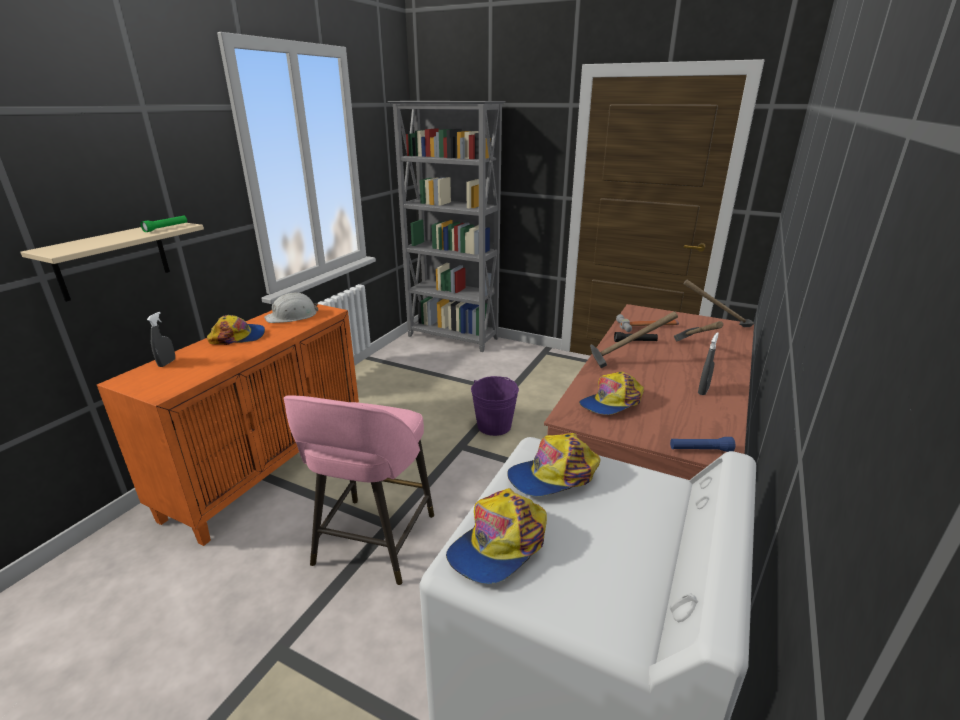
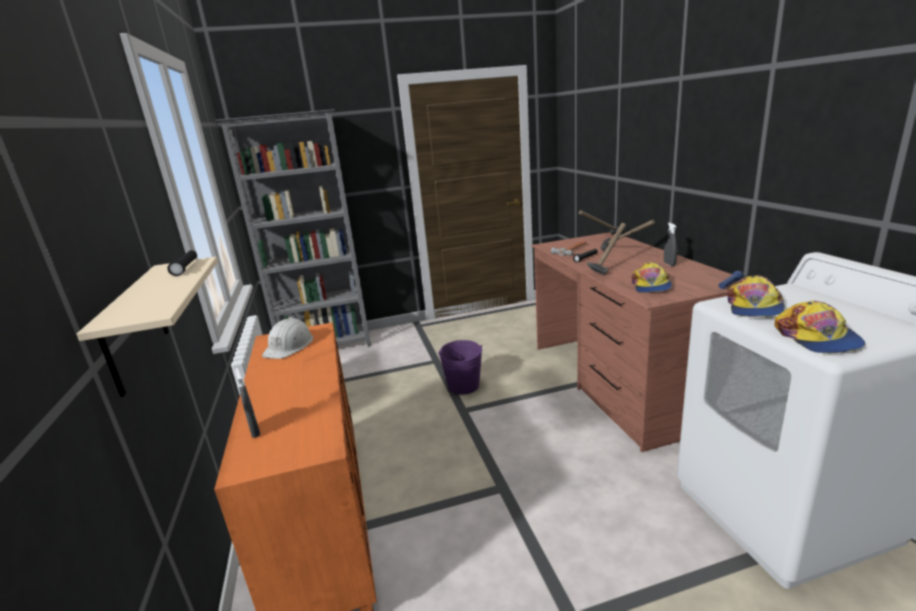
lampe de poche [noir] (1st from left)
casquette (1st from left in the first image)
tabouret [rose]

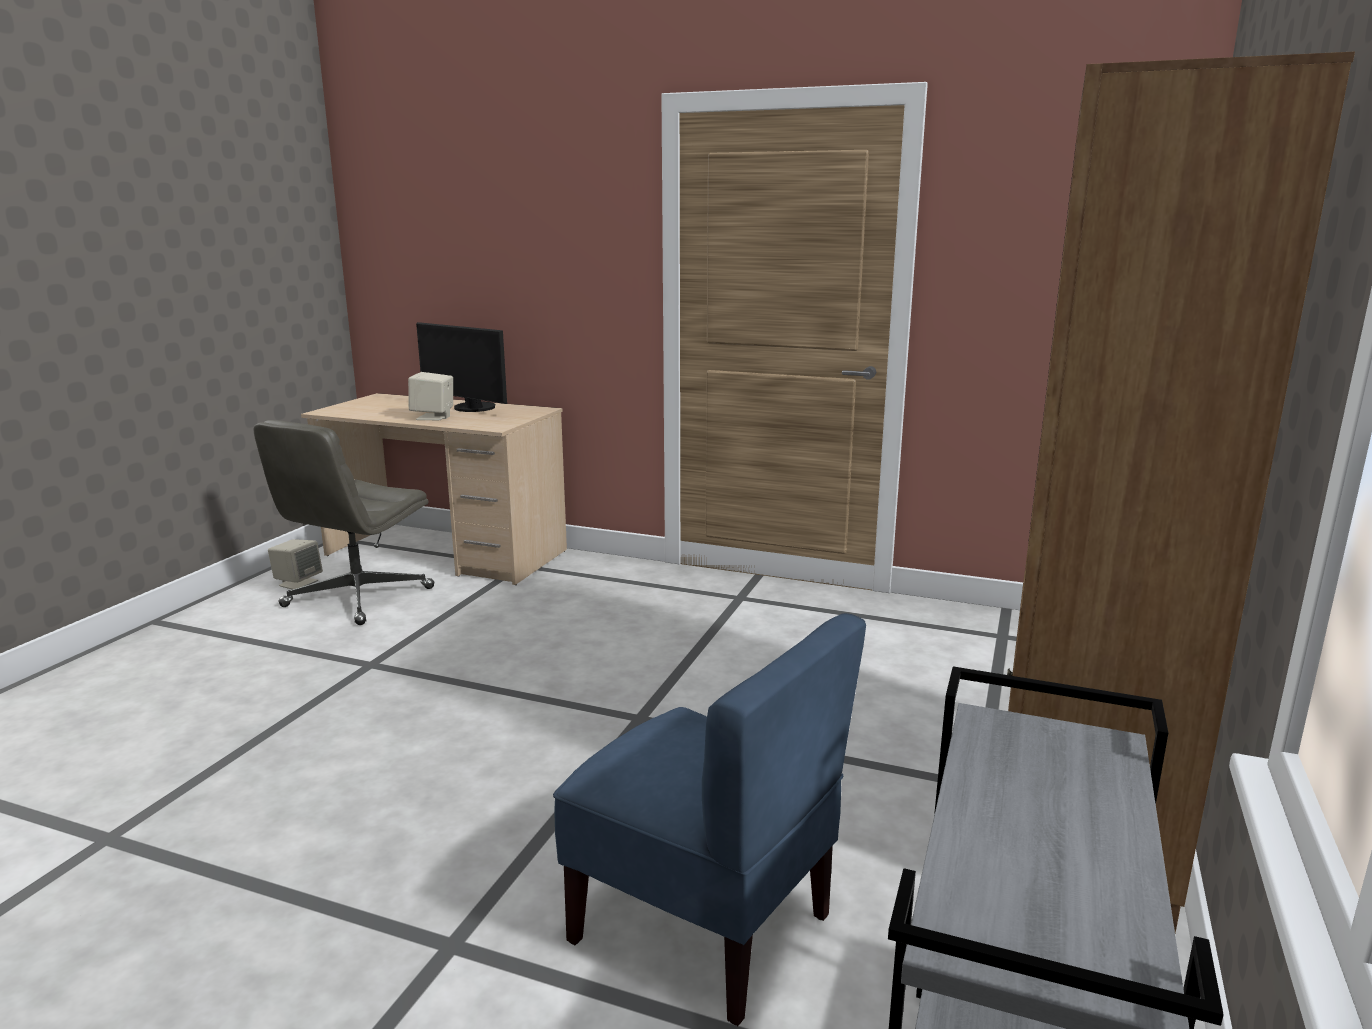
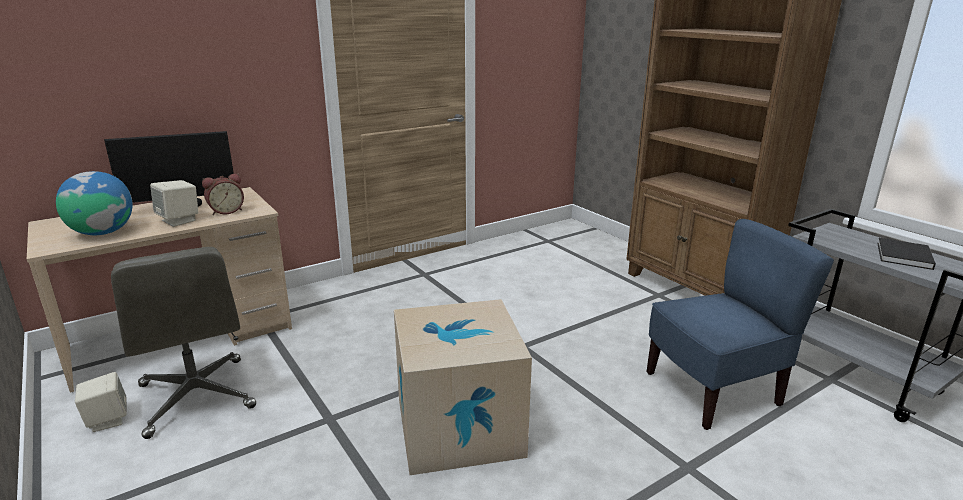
globe
réveil
carton
livre [noir]

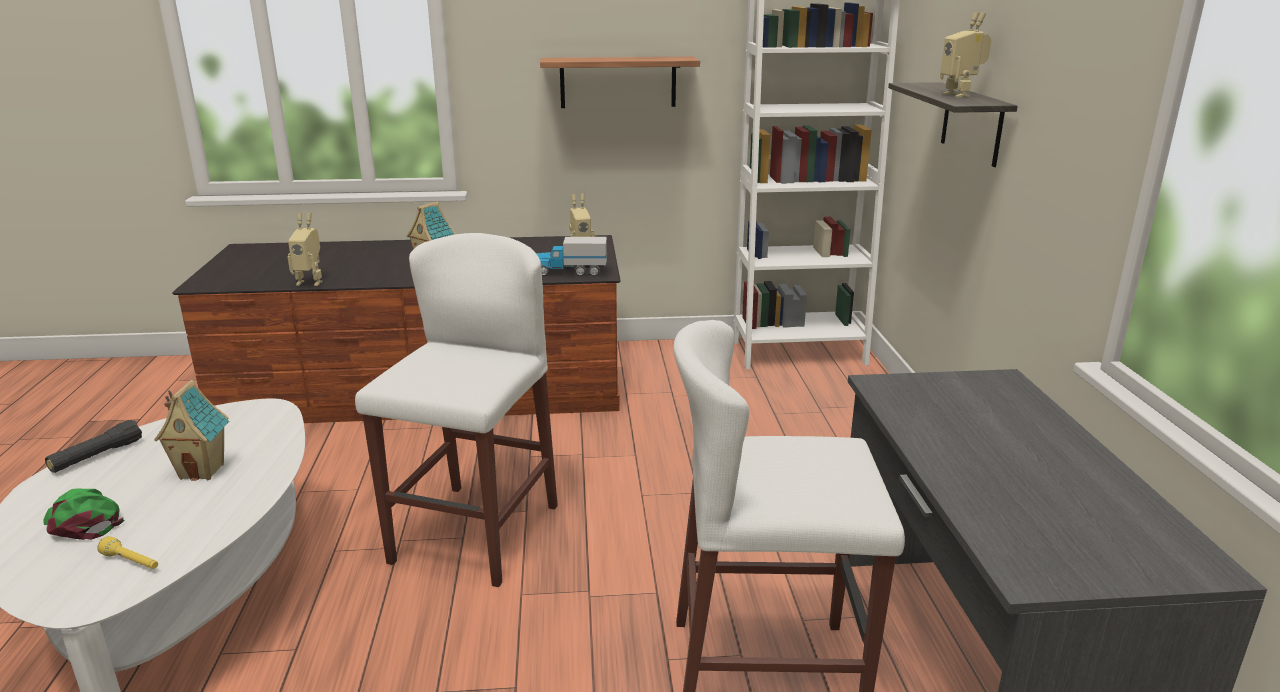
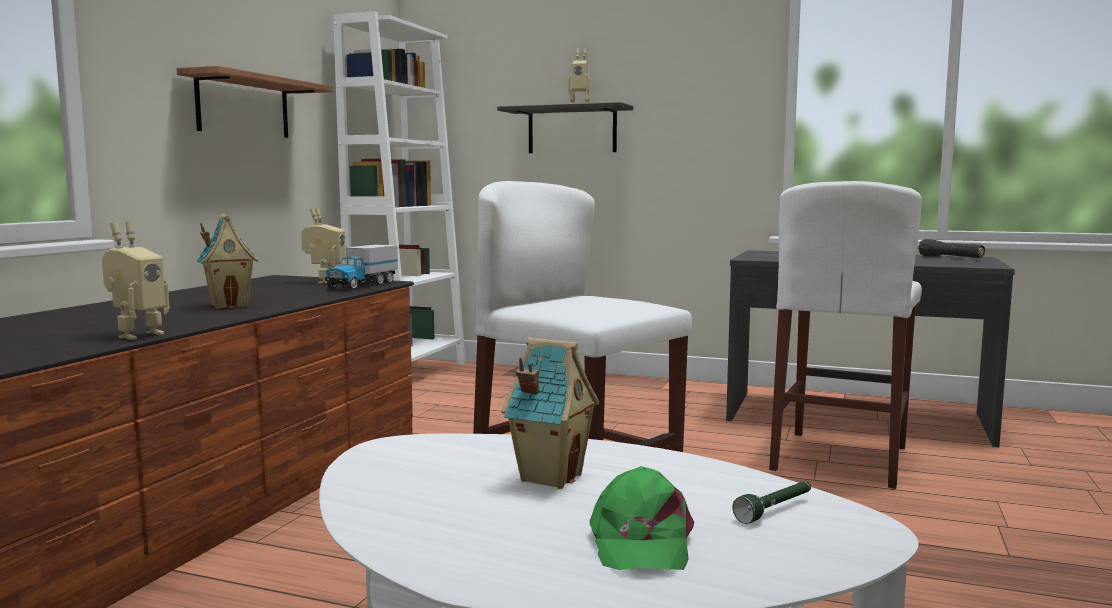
casquette [vert]
lampe de poche [vert]
lampe de poche [noir]

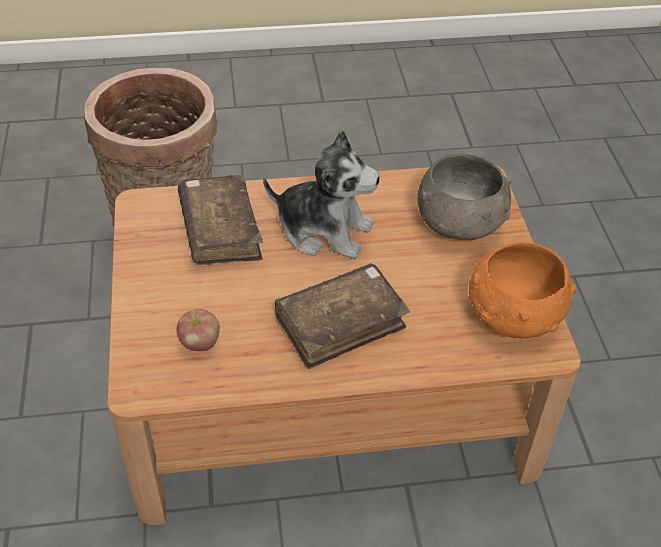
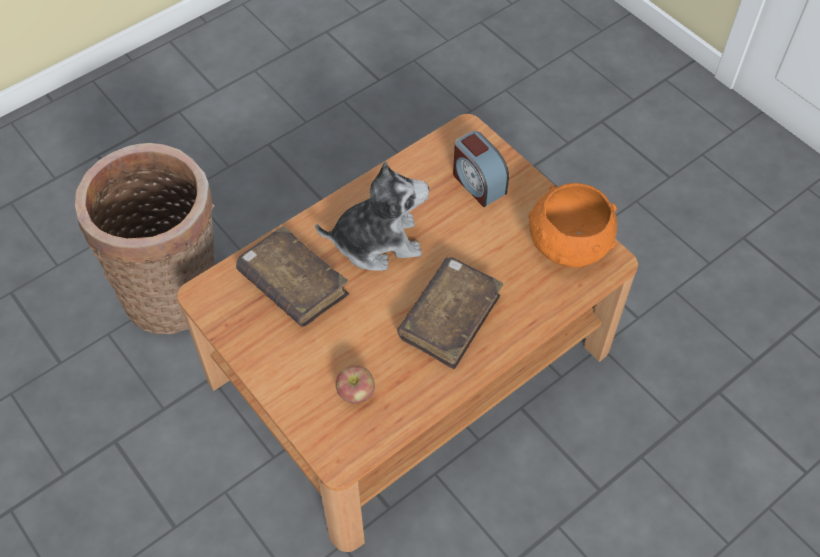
réveil

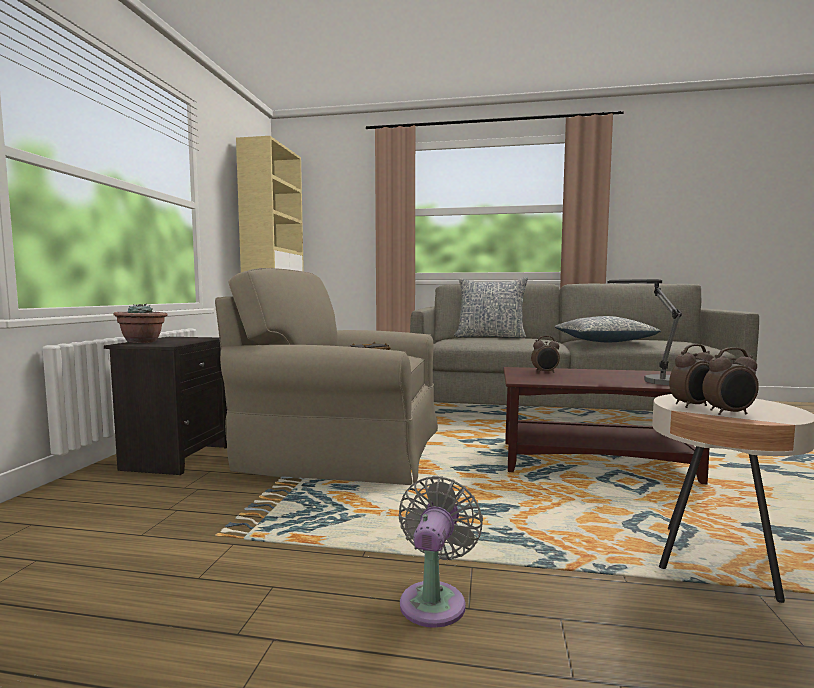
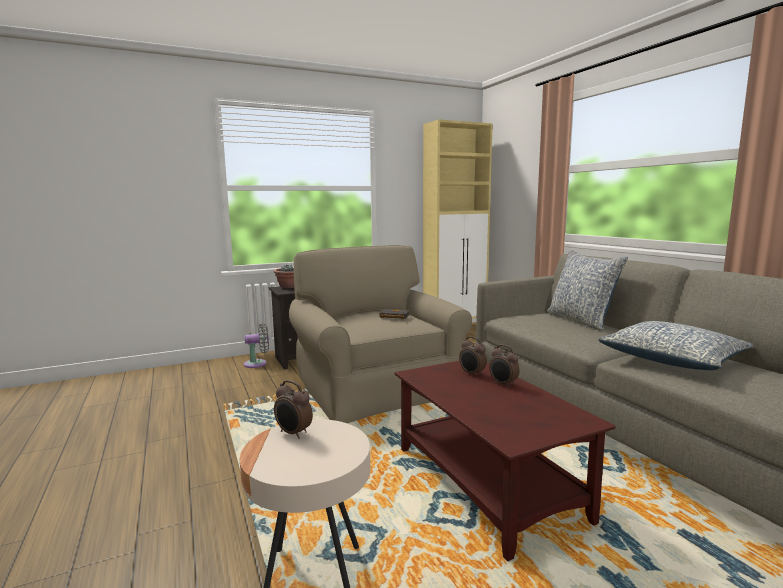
ventilateur [gris]
réveil (3rd from left)
lampe de table

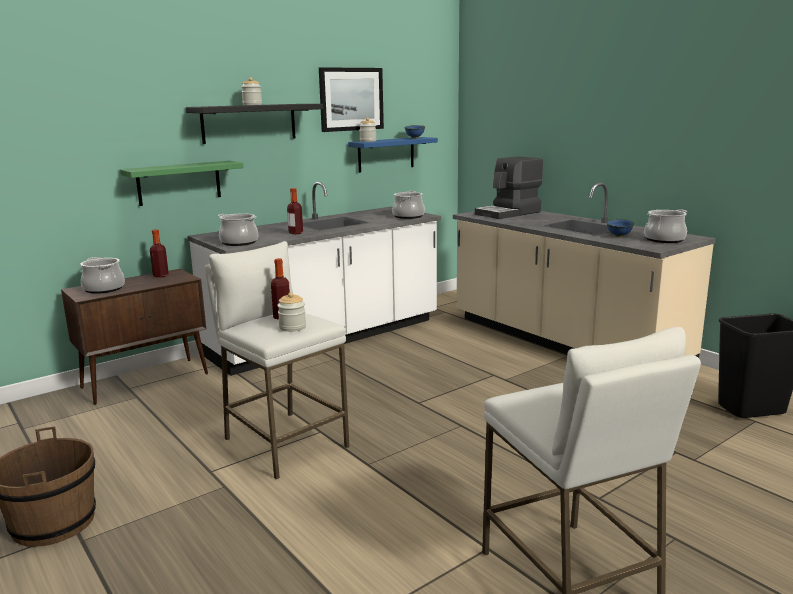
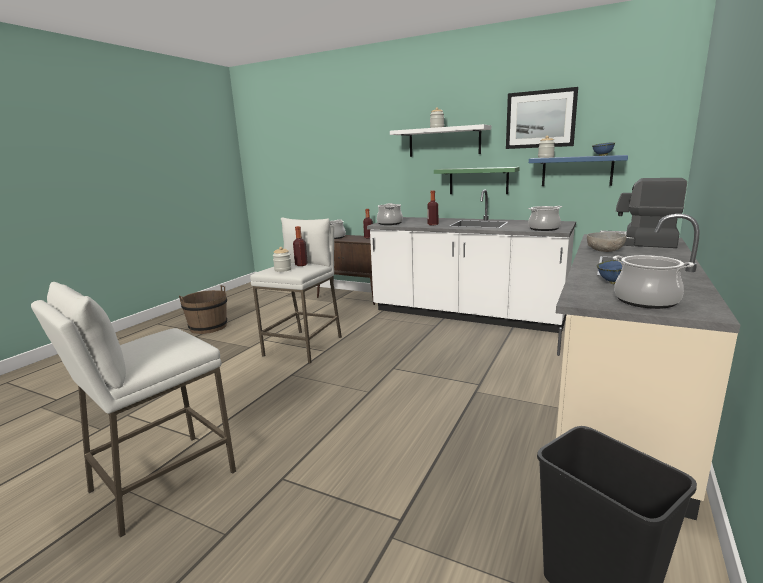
étagère [blanc]
étagère [vert]
bol [gris]

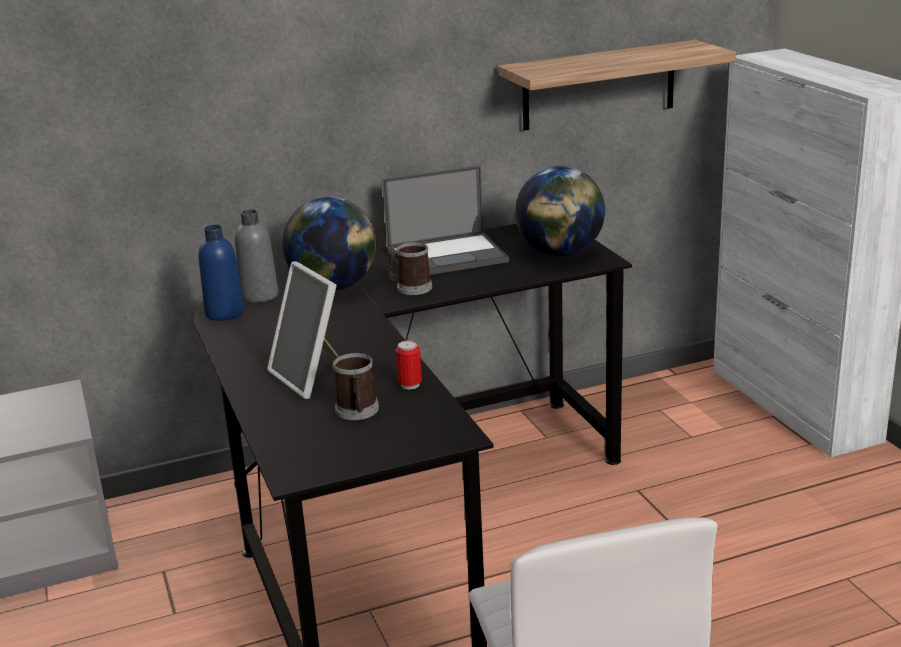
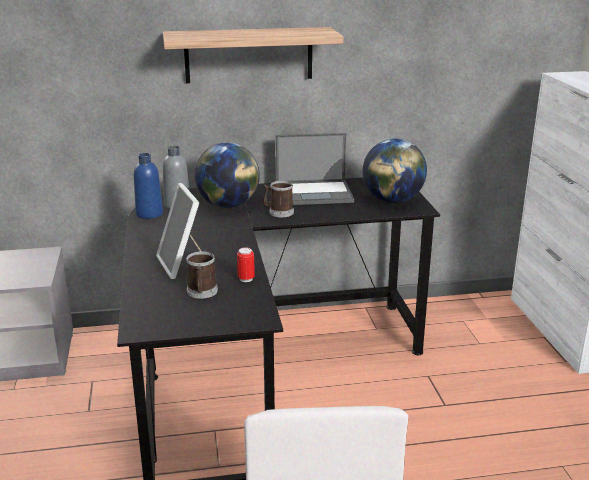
étagère

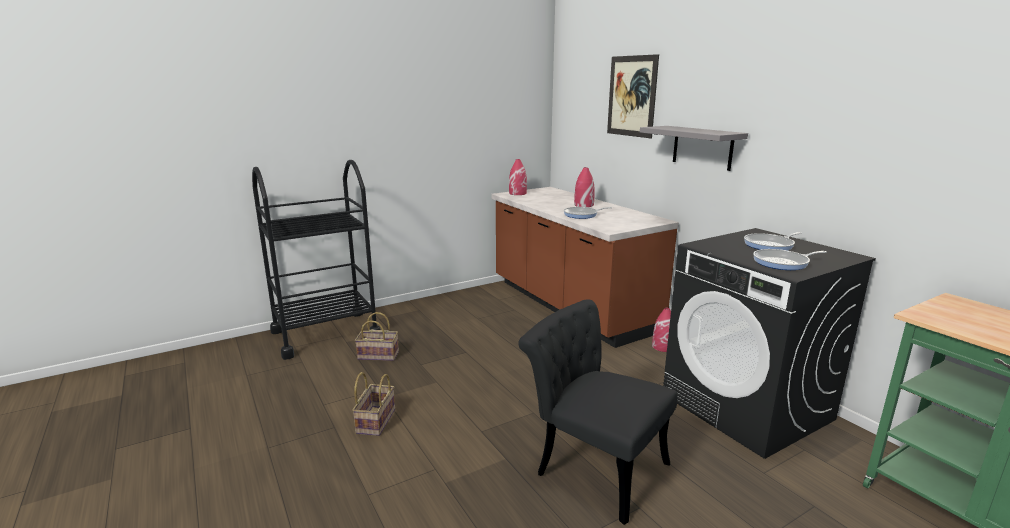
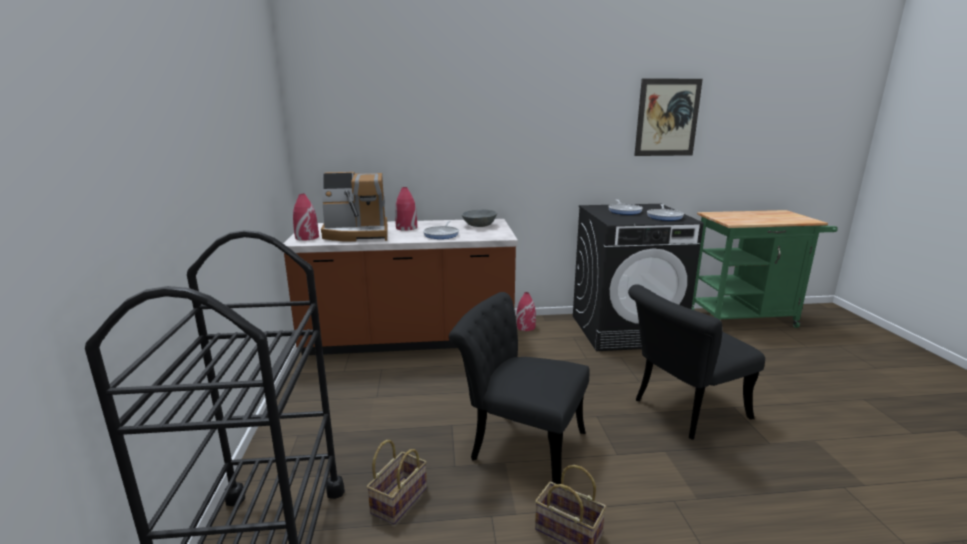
machine à café
chaise [noir] (1st from left)
bol [gris]
tableau
étagère [gris]

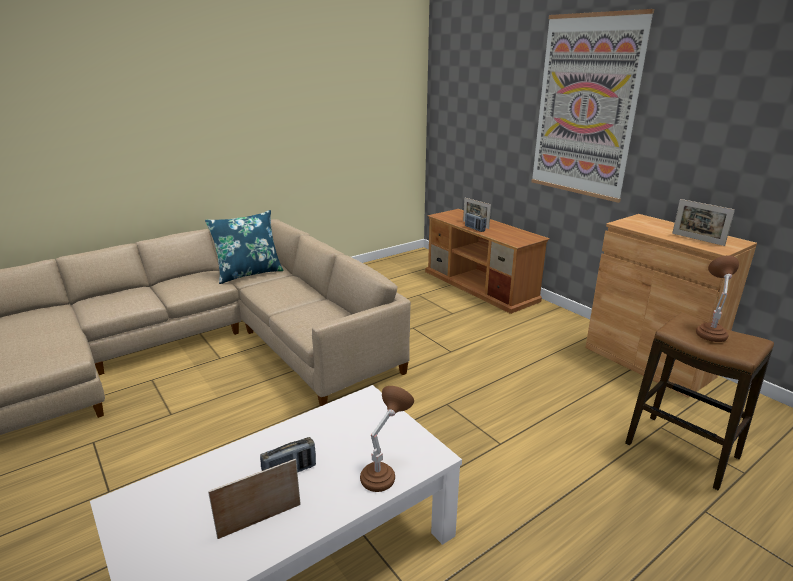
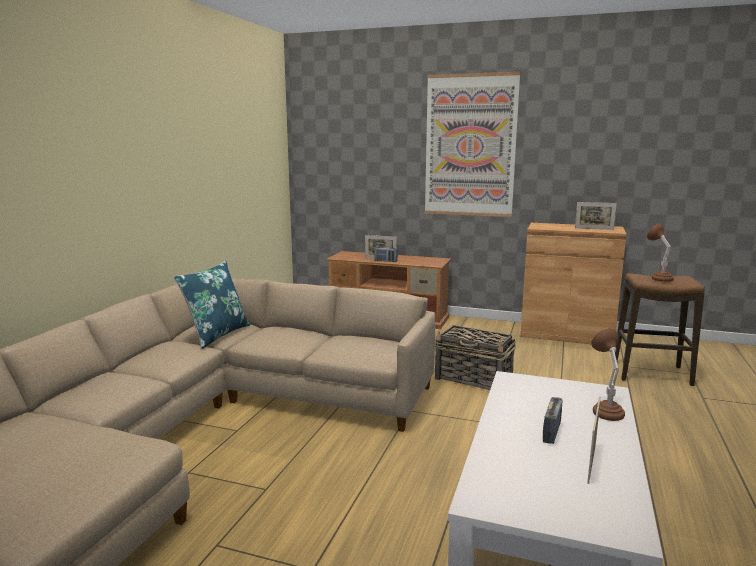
panier

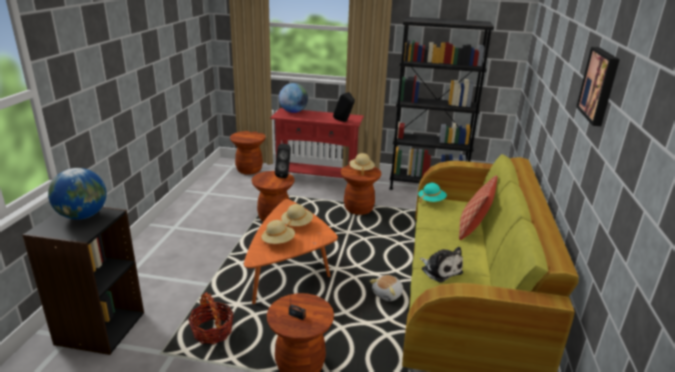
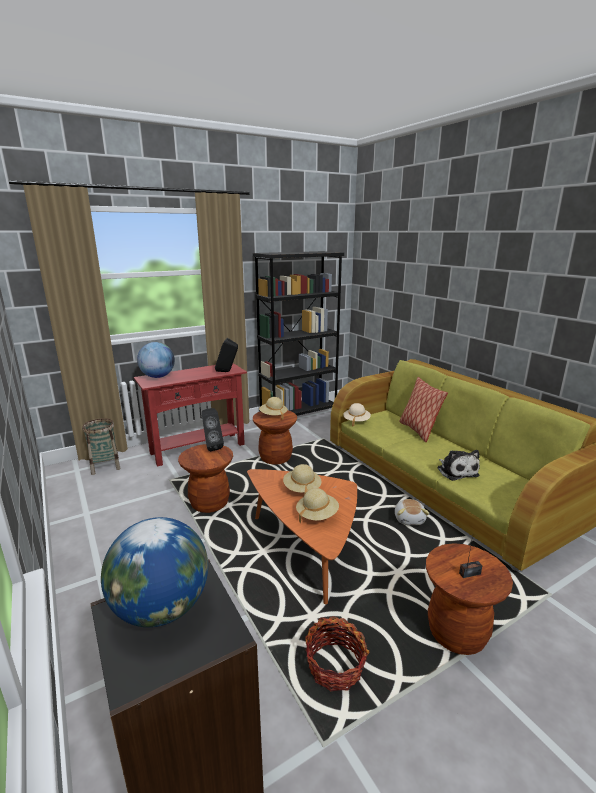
panier (1st from left)
chapeau [beige] (4th from left)
peluche (2nd from left)
tableau

